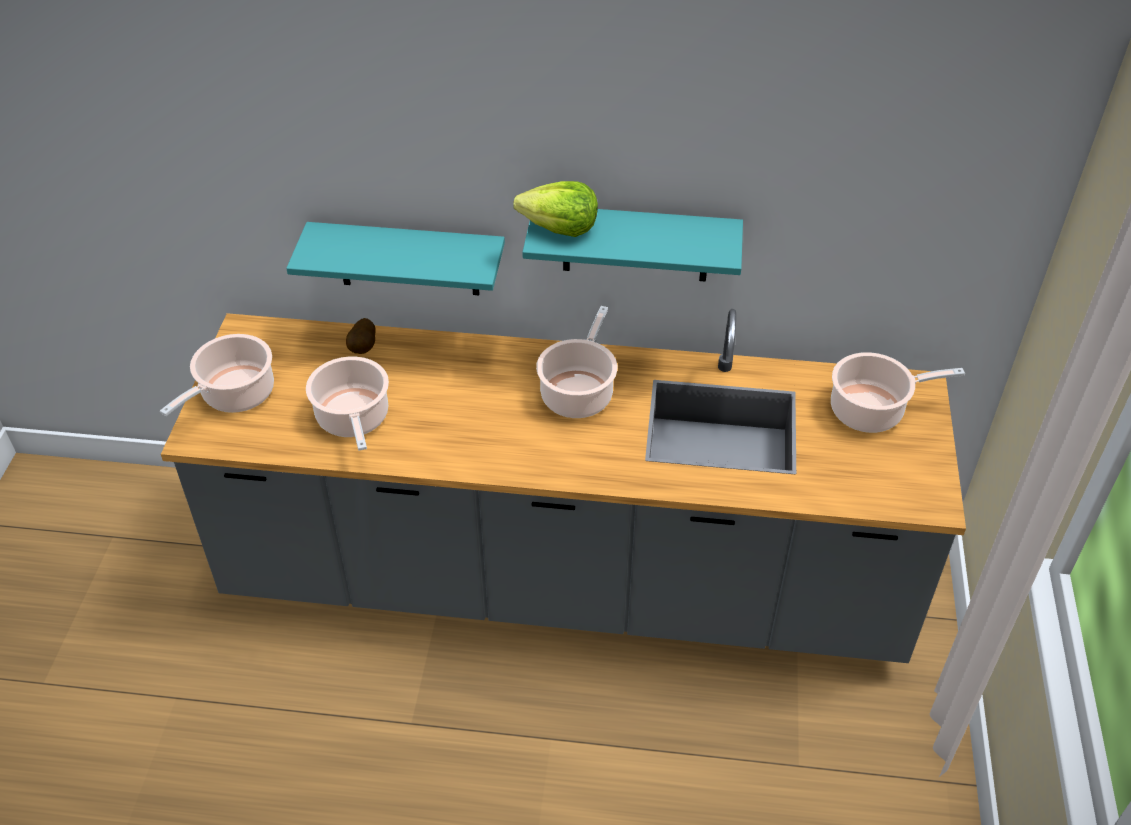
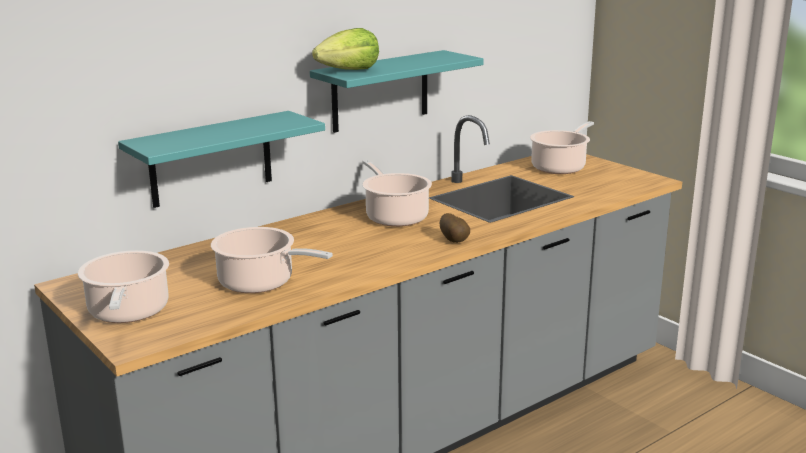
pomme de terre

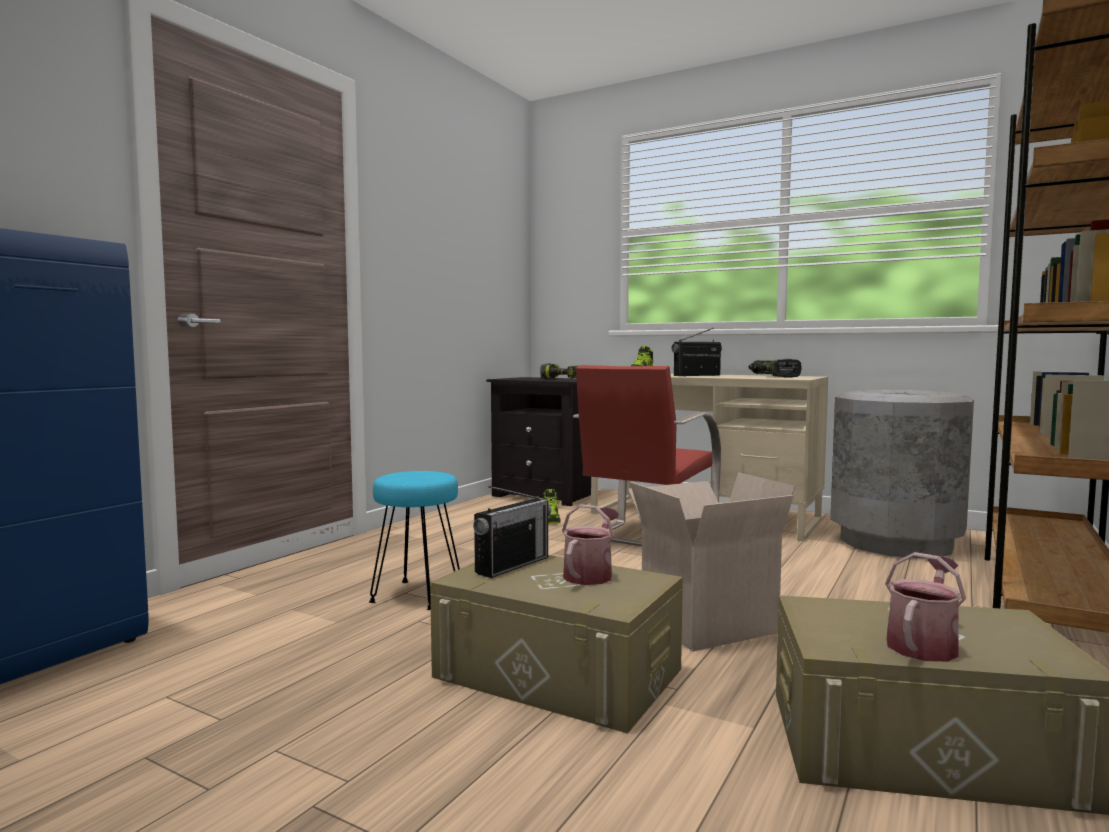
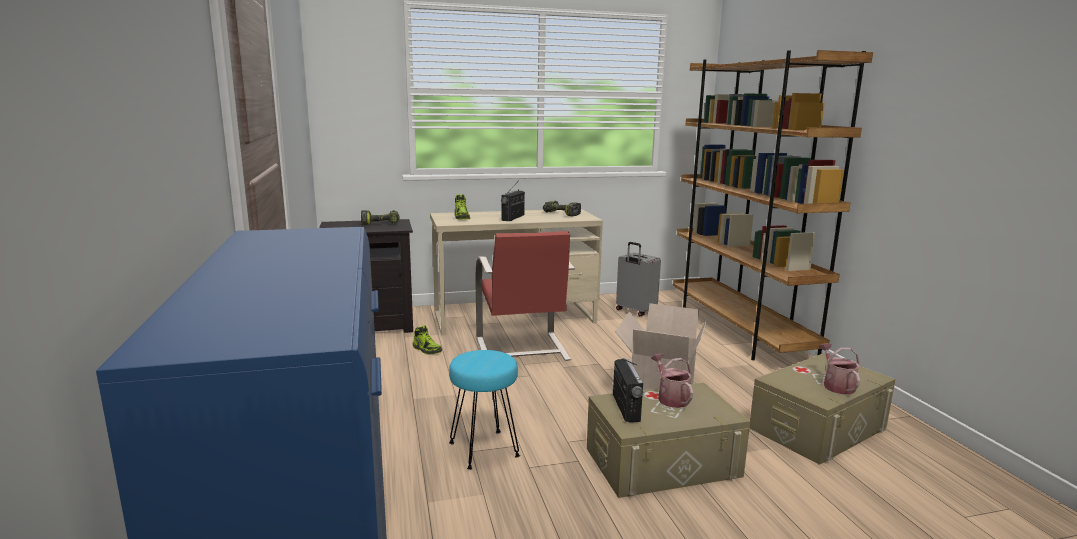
valise [gris]

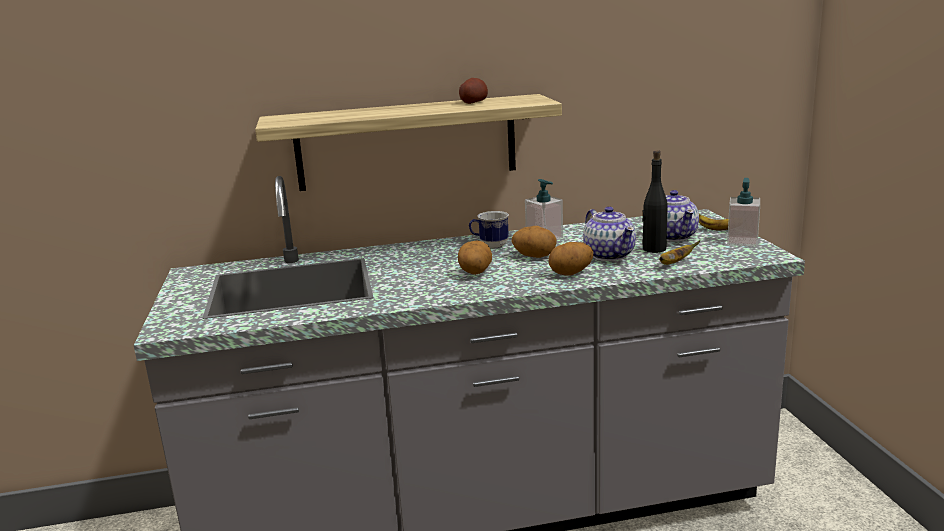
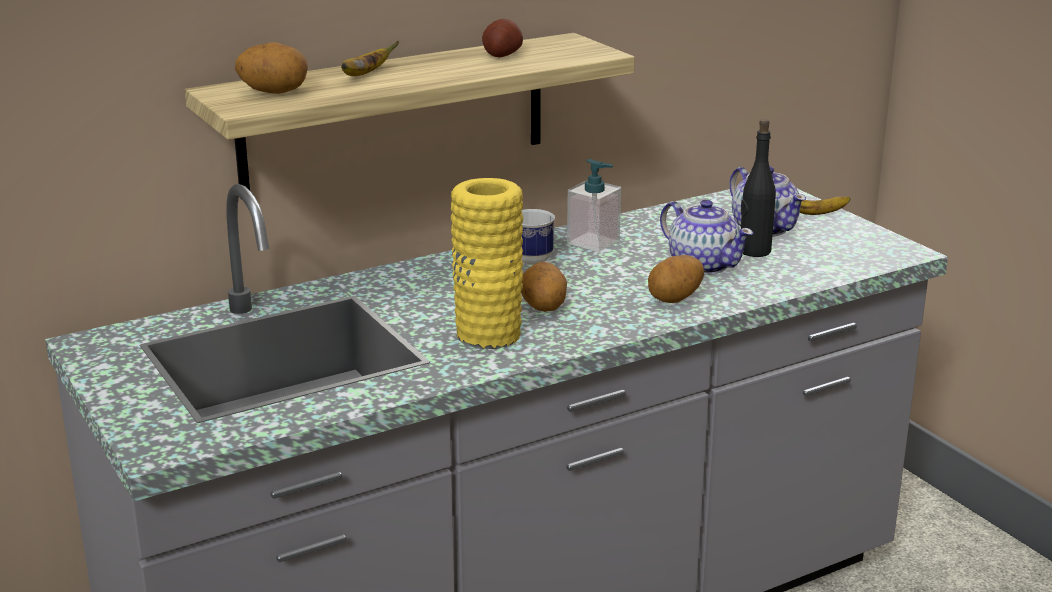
pomme de terre (1st from left)
banane (1st from left)
vase [jaune]
distributeur de savon (2nd from left in the first image)

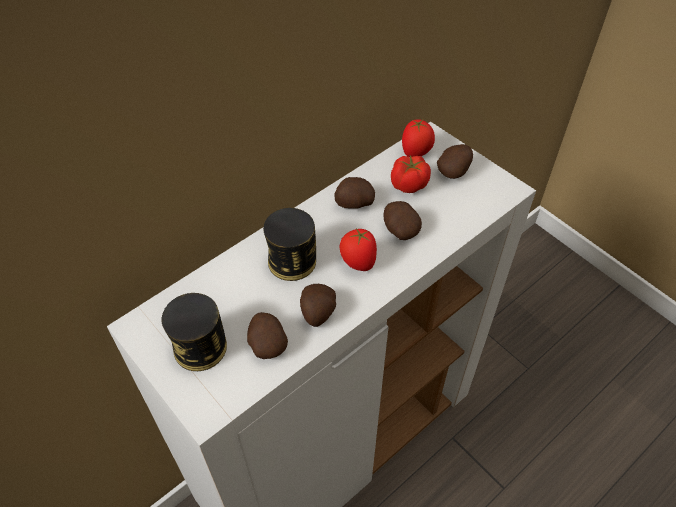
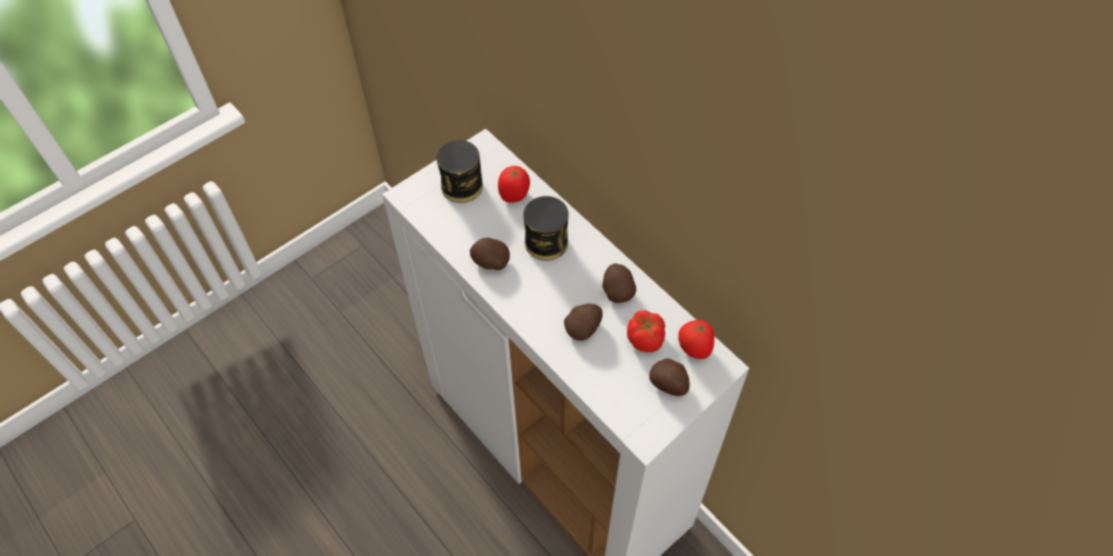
tomate (1st from left)
pomme de terre (1st from left in the first image)

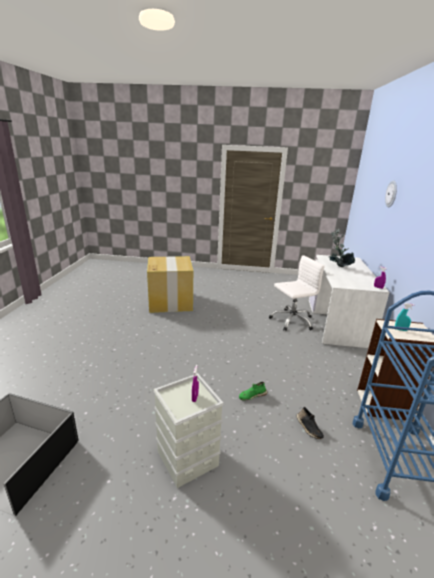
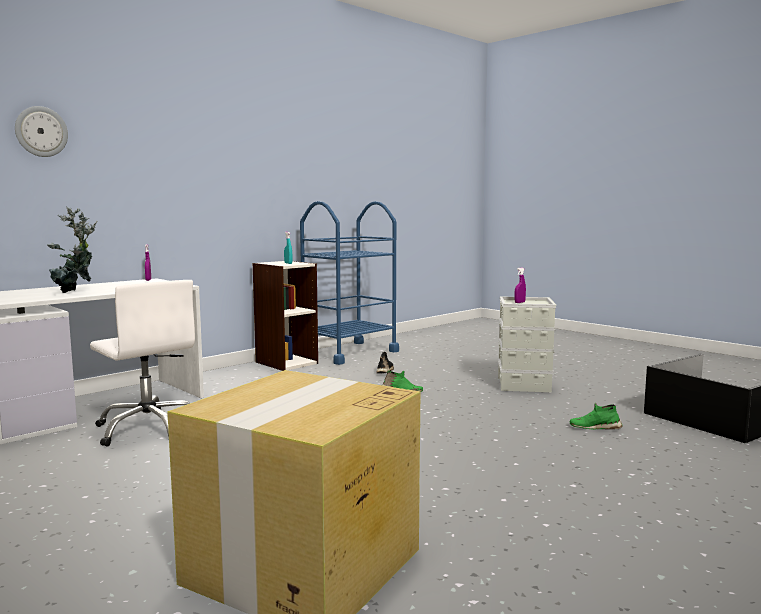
chaise de bureau [blanc]
chaussure [vert] (2nd from left)

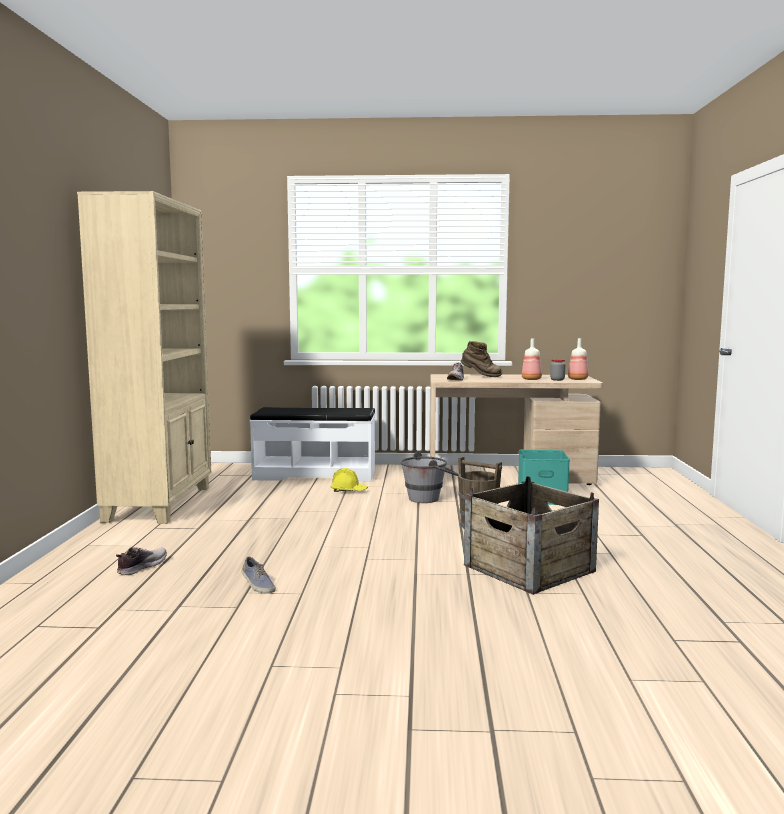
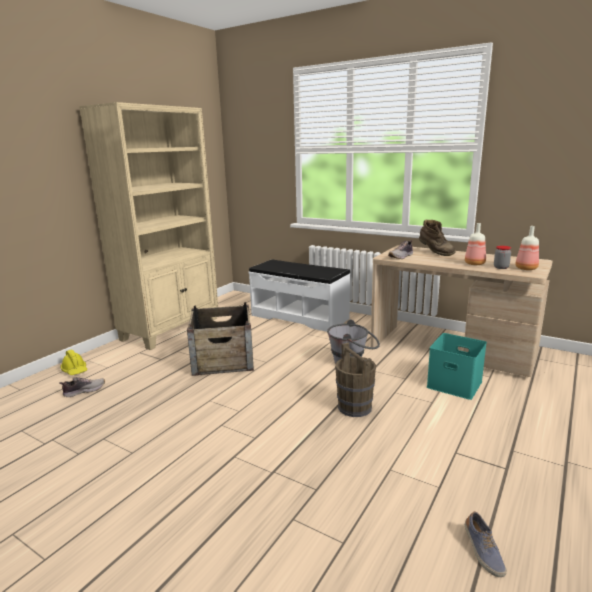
casque de chantier [jaune]
caisse
chaussure (3rd from left)

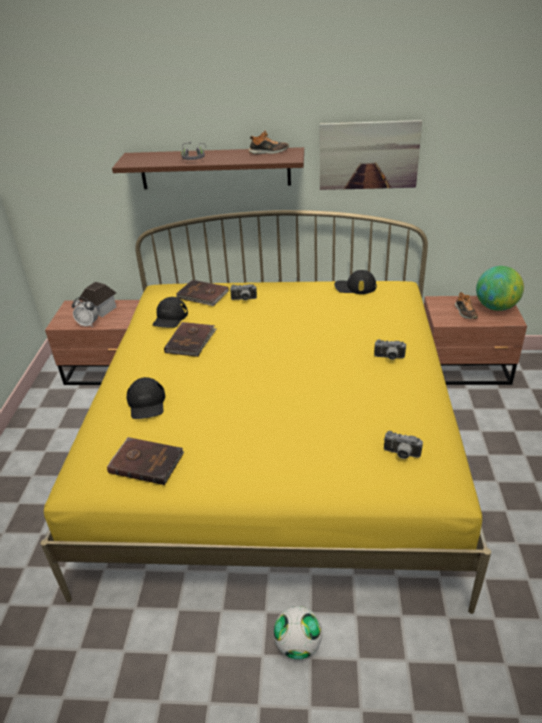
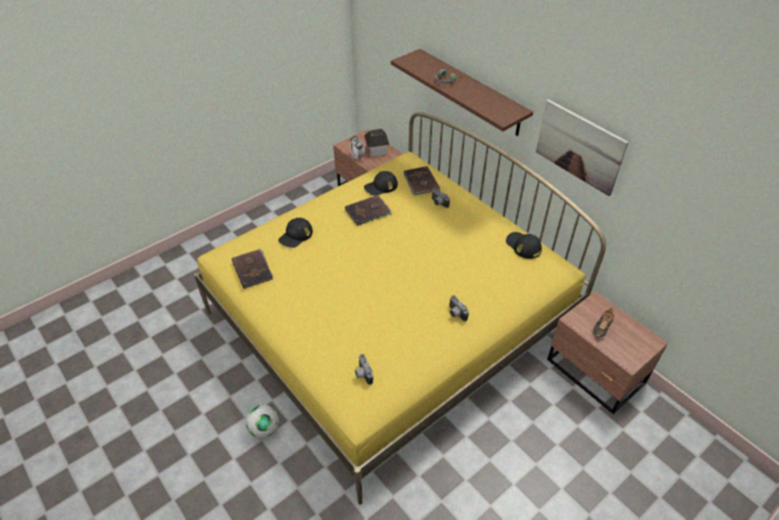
chaussure (1st from left in the first image)
globe

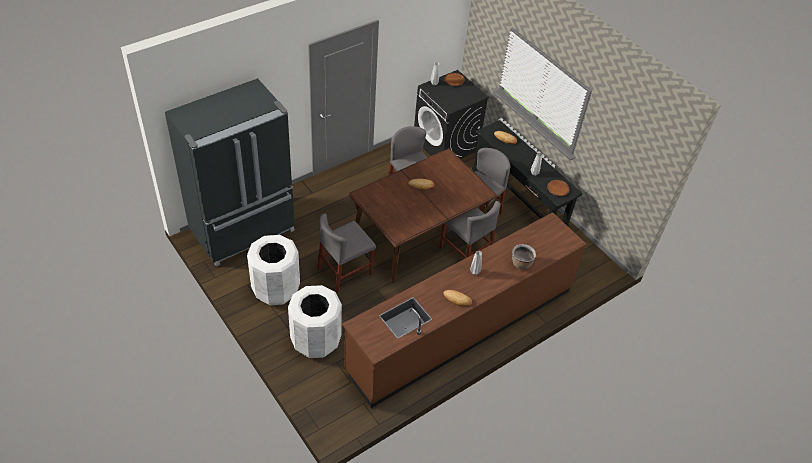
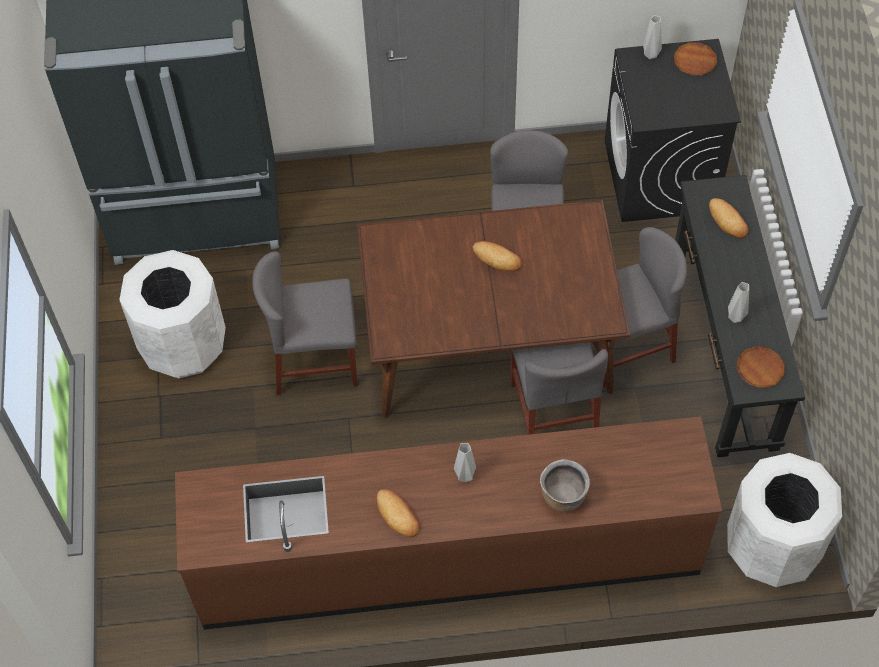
poubelle [blanc] (2nd from left)

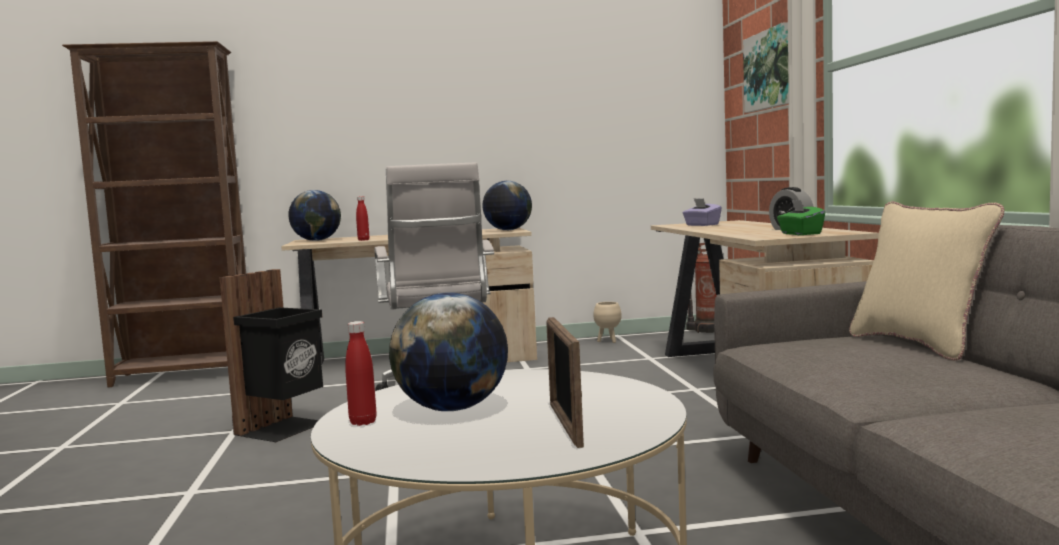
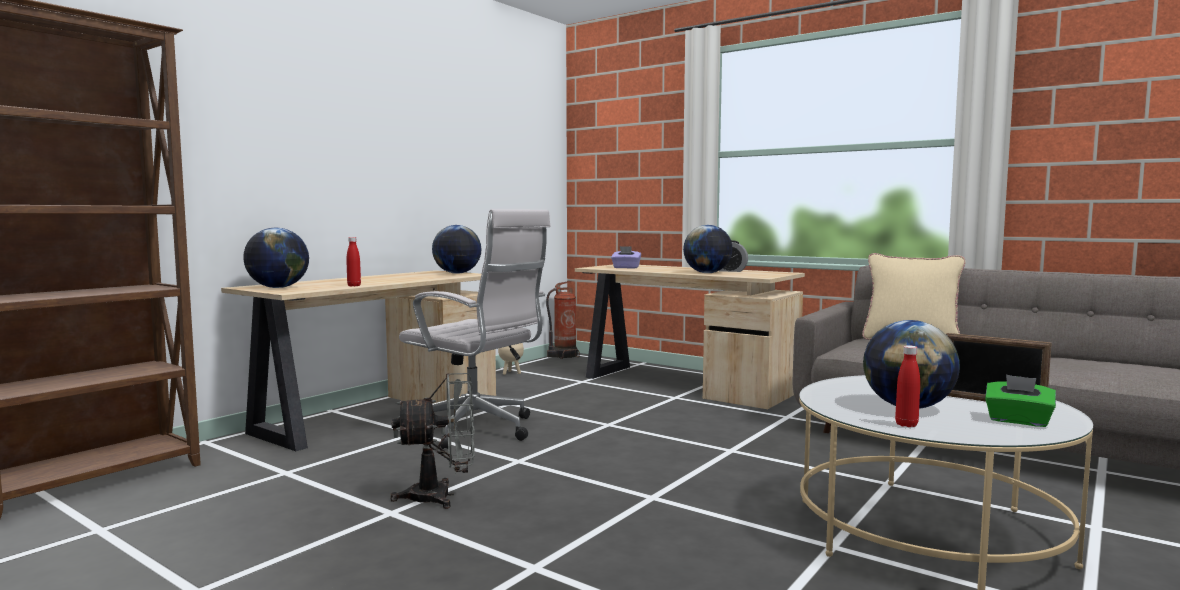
ventilateur [gris]
globe (3rd from left)
boîte à mouchoirs [vert]
tableau

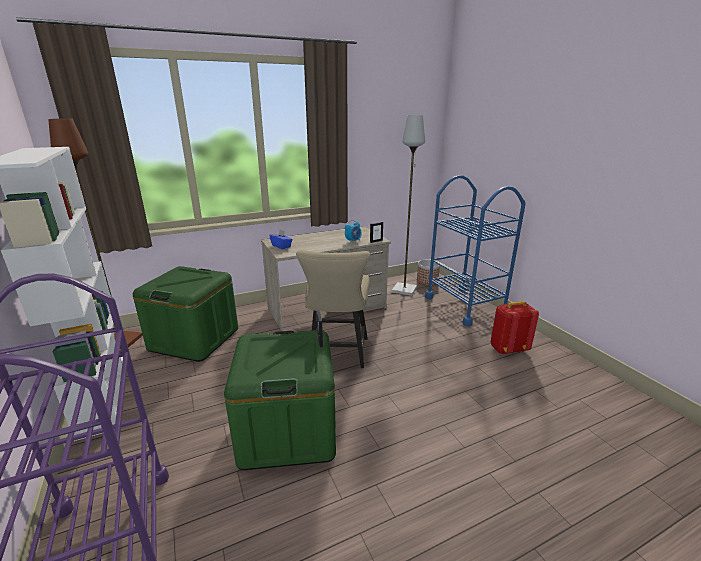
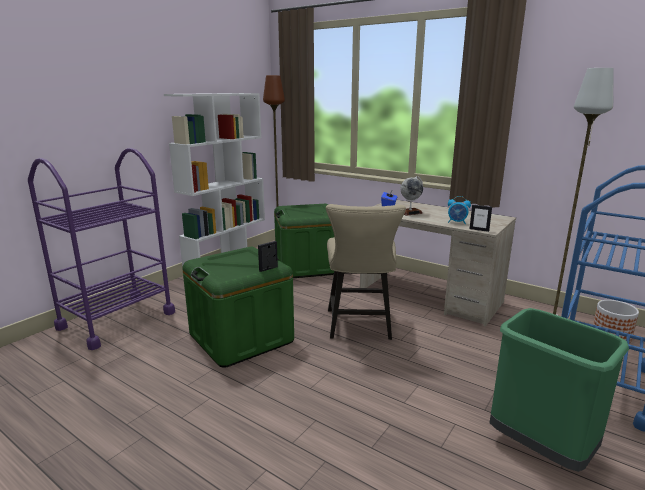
chaise [beige]
globe
poubelle [vert]

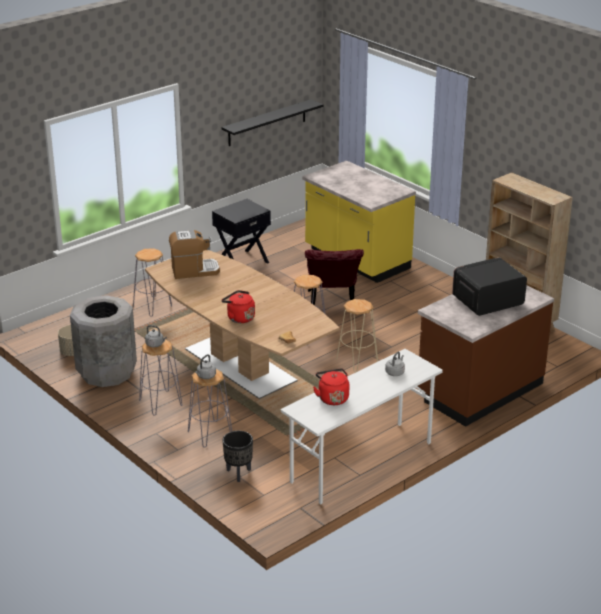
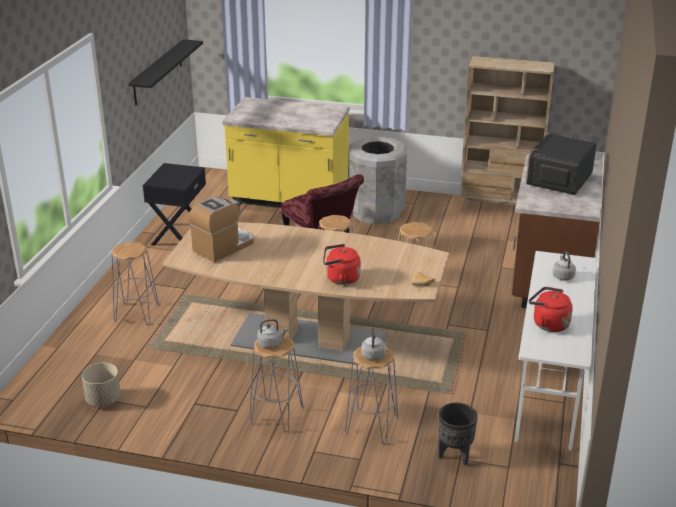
poubelle [gris]

